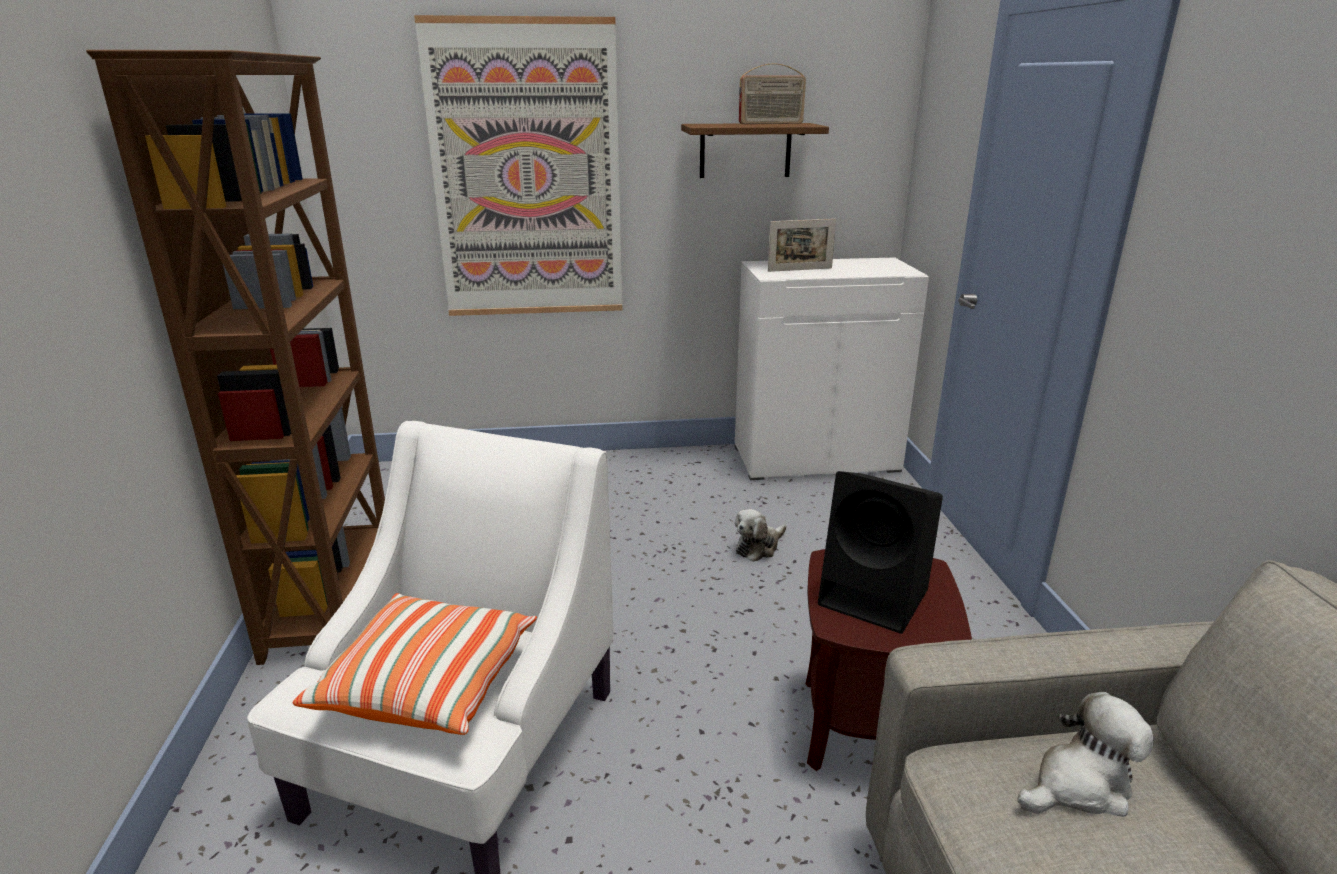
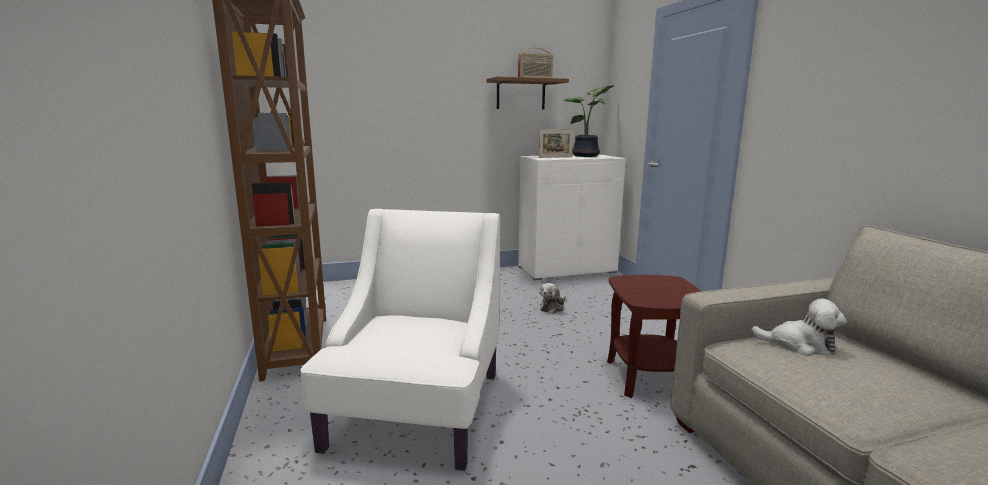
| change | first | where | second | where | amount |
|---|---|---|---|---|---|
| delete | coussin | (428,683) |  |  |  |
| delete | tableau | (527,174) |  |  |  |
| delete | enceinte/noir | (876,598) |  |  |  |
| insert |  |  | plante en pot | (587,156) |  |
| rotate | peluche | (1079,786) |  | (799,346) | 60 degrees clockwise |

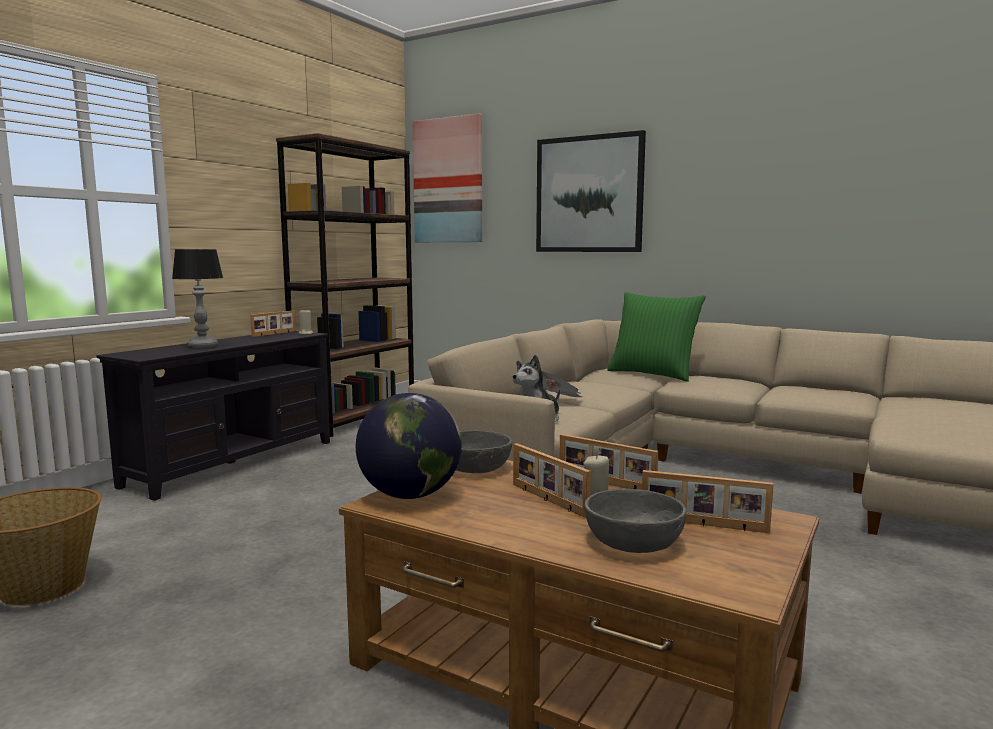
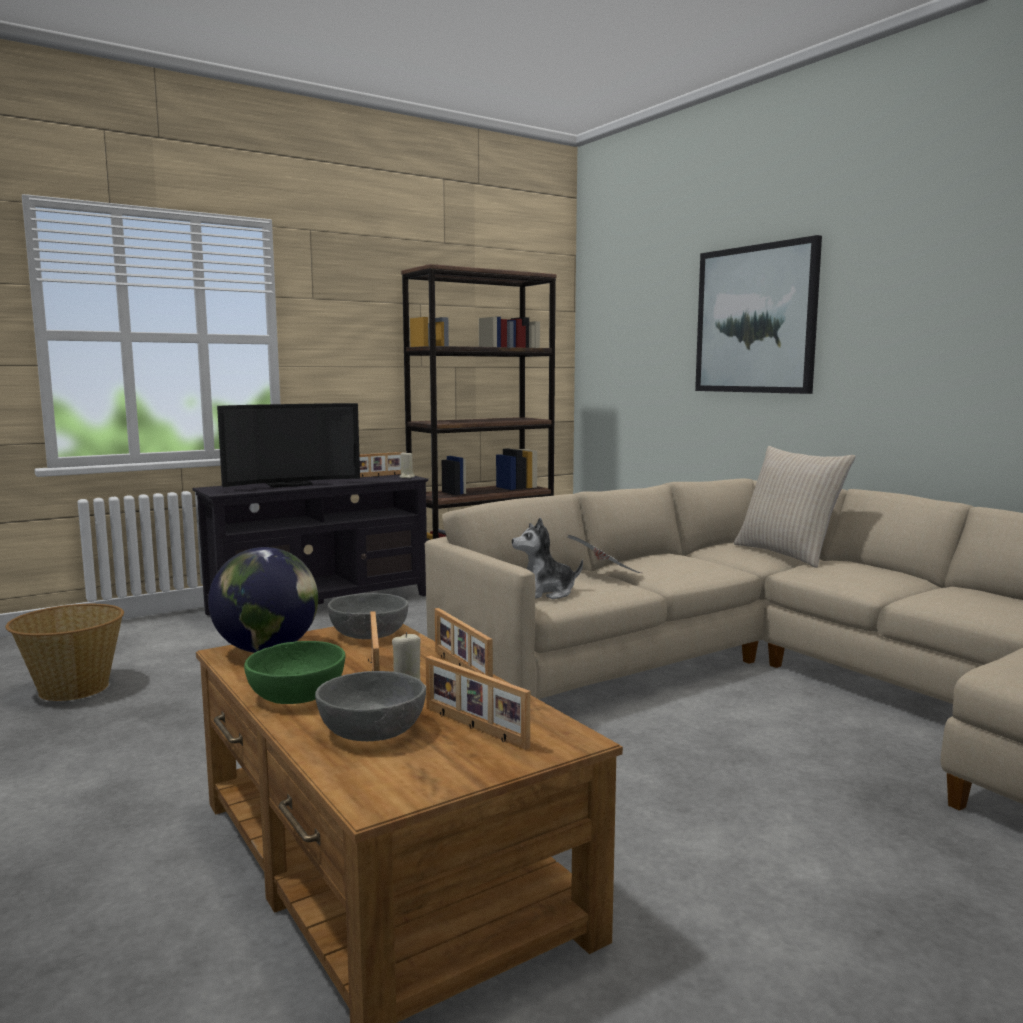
| change | first | where | second | where | amount |
|---|---|---|---|---|---|
| delete | tableau | (448,181) |  |  |  |
| insert |  |  | bol/vert | (297,694) |  |
| replace | lampe de table | (203,346) | téléviseur | (289,485) |  |
| recolor | coussin/vert | (653,374) | coussin/beige | (787,554) |  |

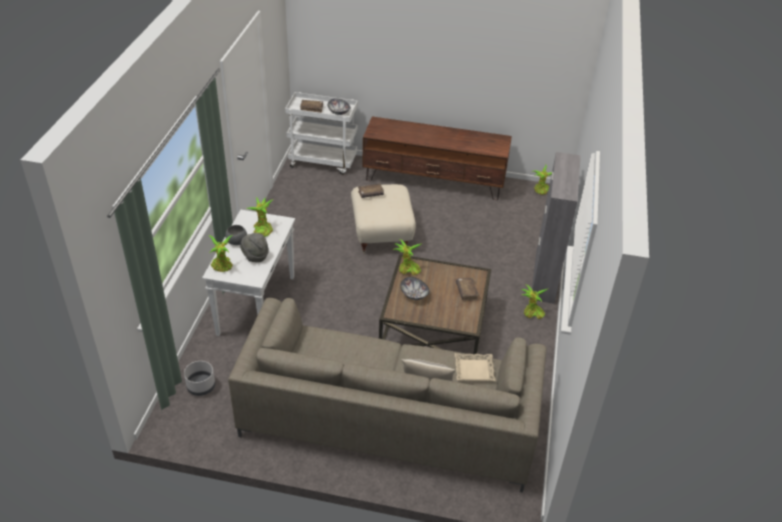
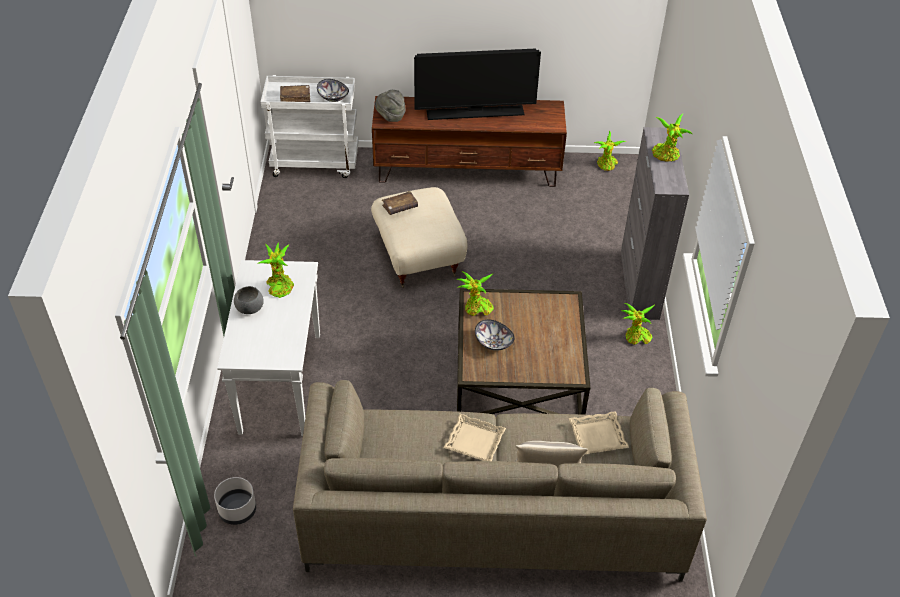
| change | first | where | second | where | amount |
|---|---|---|---|---|---|
| delete | livre/marron | (466,292) |  |  |  |
| insert |  |  | téléviseur | (475,112) |  |
| insert |  |  | plateau/beige | (474,442) |  |
| move | plante en pot | (222,266) |  | (666,155) |  |
| move | chapeau/gris | (255,256) |  | (390,116) |  |

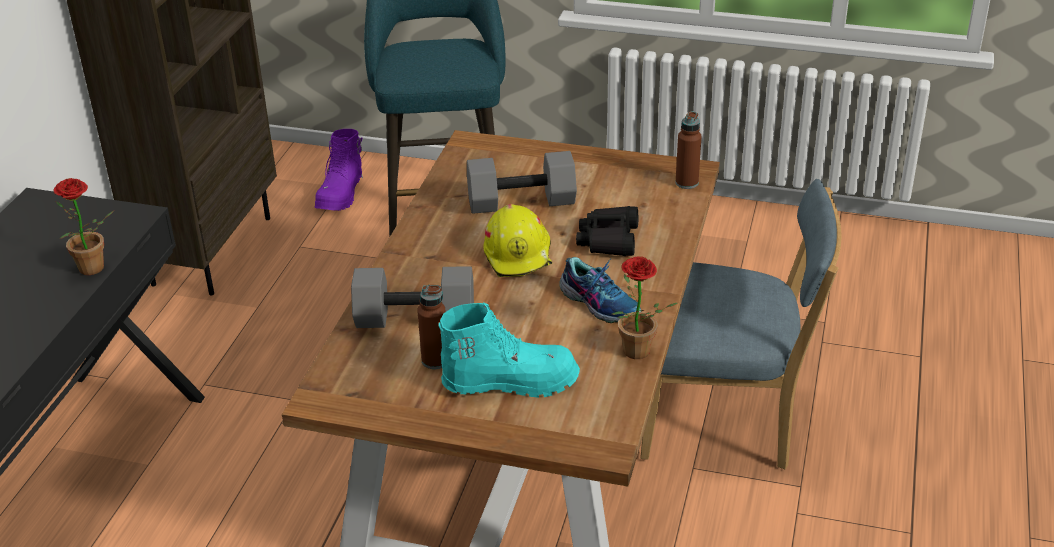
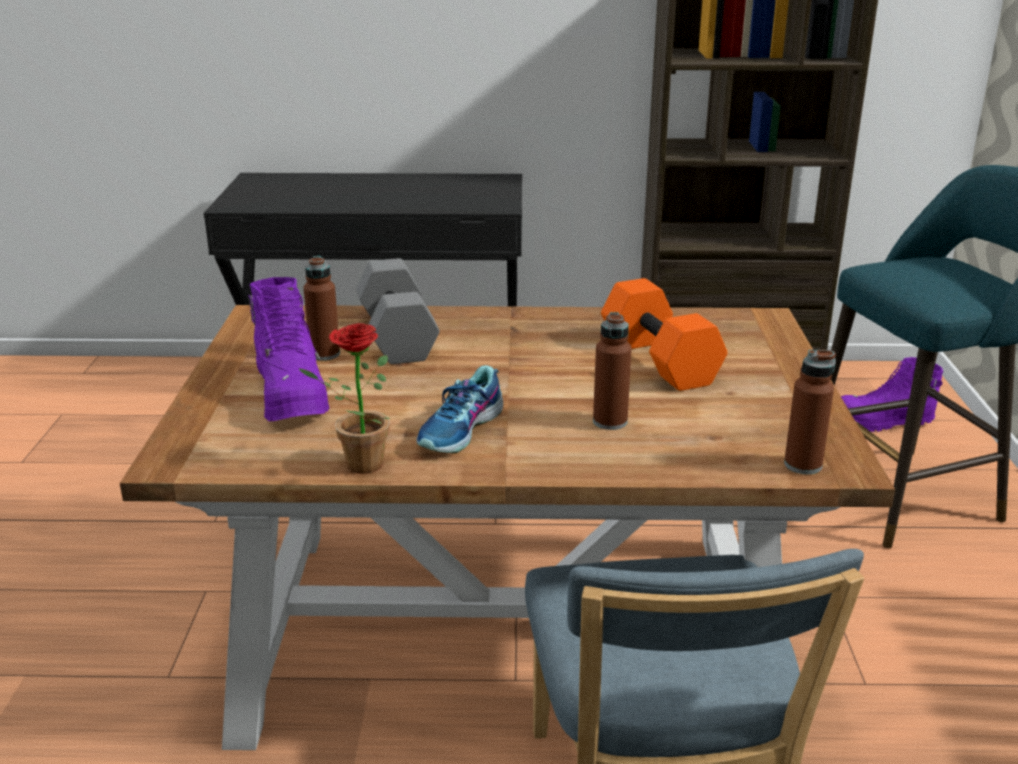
| change | first | where | second | where | amount |
|---|---|---|---|---|---|
| delete | plante en pot | (93,271) |  |  |  |
| delete | casque de chantier/jaune | (519,254) |  |  |  |
| replace | jumelles/noir | (609,239) | bouteille/marron | (610,422) |  |
| recolor | botte/turquoise | (510,382) | botte/violet | (291,395) |  |
| recolor | haltère/gris | (520,203) | haltère/orange | (656,360) |  |

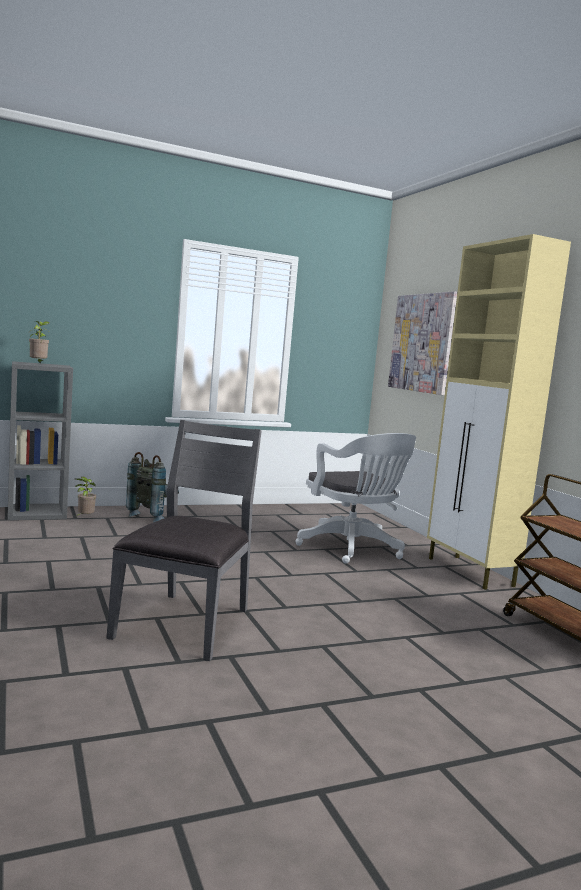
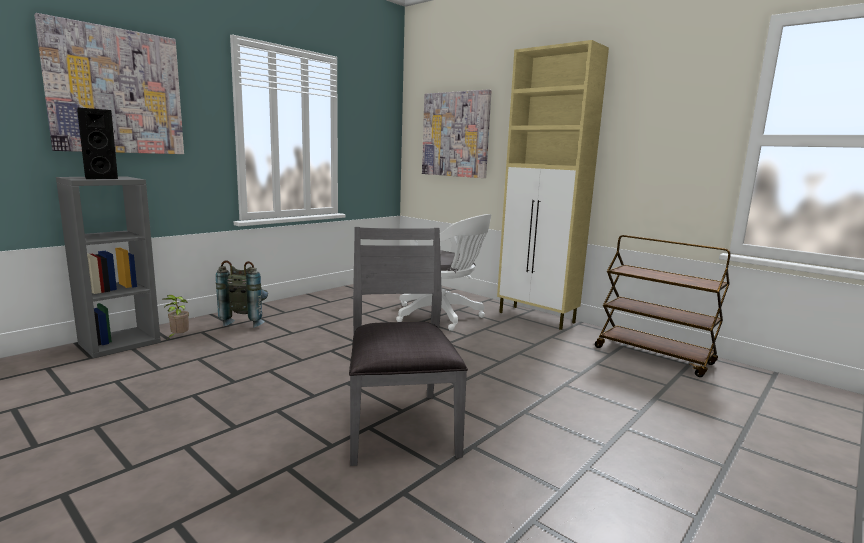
| change | first | where | second | where | amount |
|---|---|---|---|---|---|
| insert |  |  | tableau | (116,91) |  |
| replace | plante en pot | (38,364) | enceinte/noir | (99,178) |  |

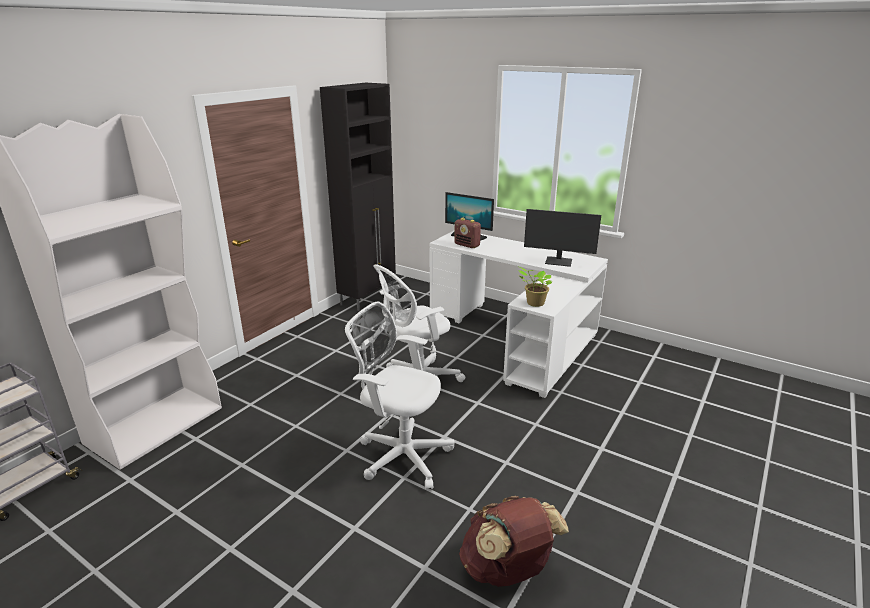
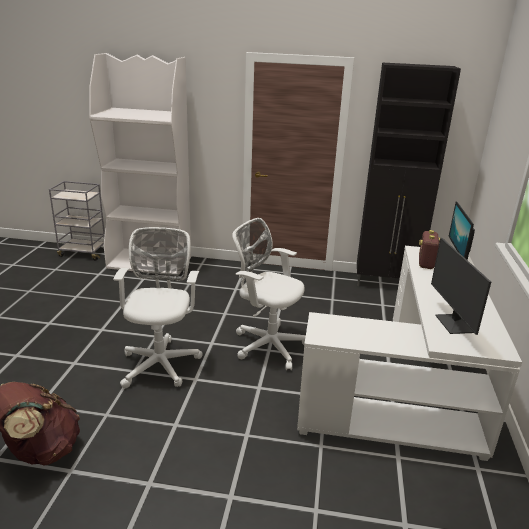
| change | first | where | second | where | amount |
|---|---|---|---|---|---|
| delete | plante en pot | (534,303) |  |  |  |

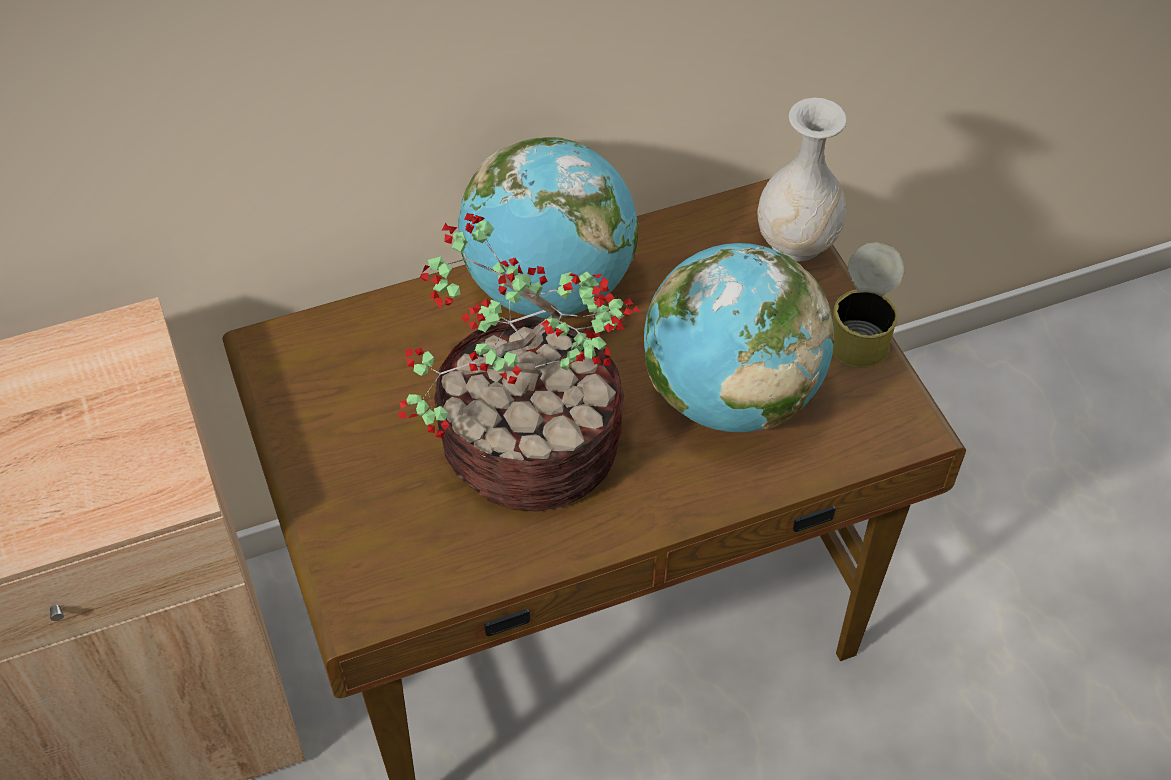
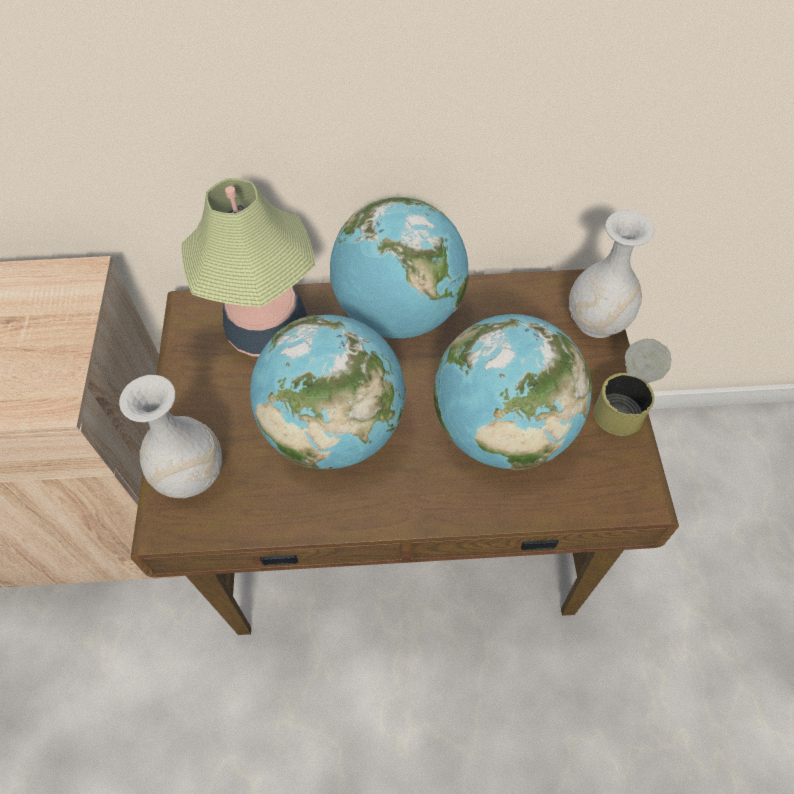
| change | first | where | second | where | amount |
|---|---|---|---|---|---|
| insert |  |  | vase/blanc | (192,476) |  |
| insert |  |  | lampe de table | (267,328) |  |
| replace | plante en pot | (524,447) | globe | (335,429) |  |

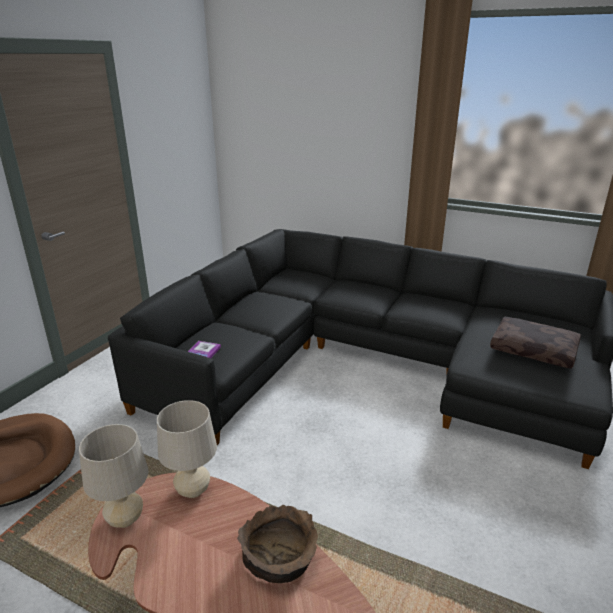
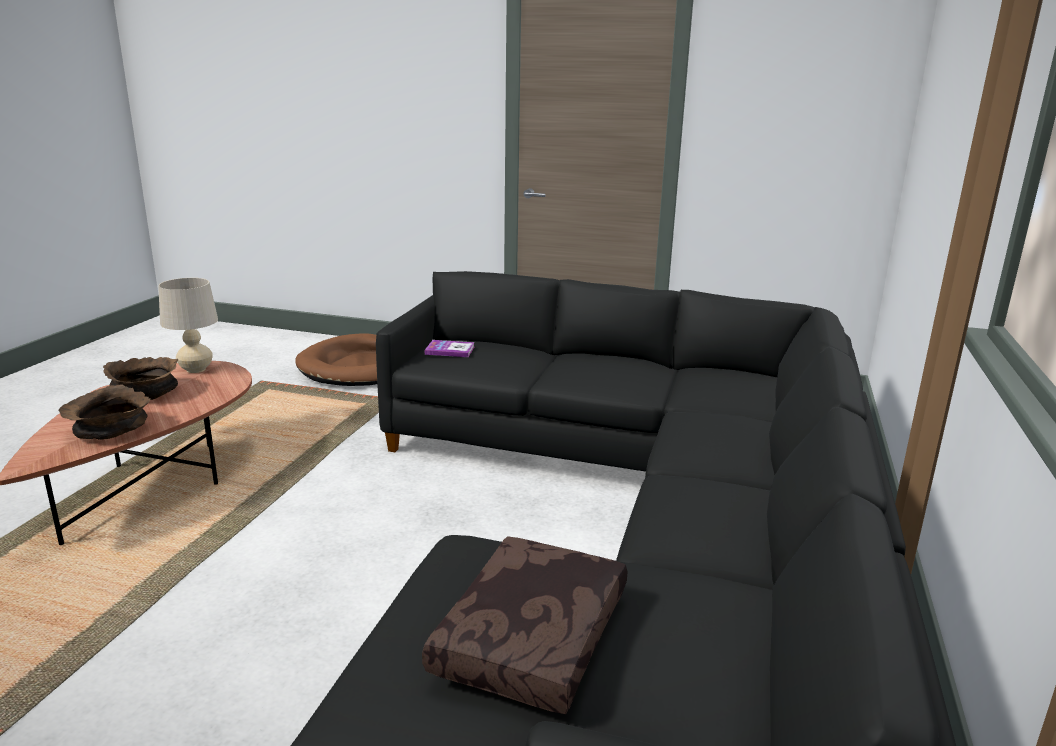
| change | first | where | second | where | amount |
|---|---|---|---|---|---|
| delete | lampe de table/beige | (193,490) |  |  |  |
| insert |  |  | bol/marron | (146,394) |  |

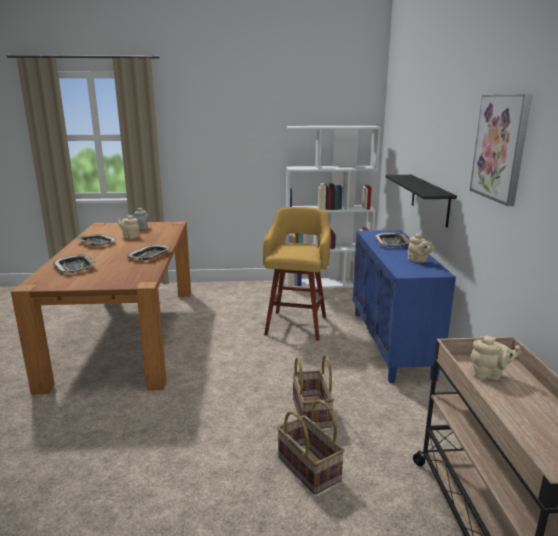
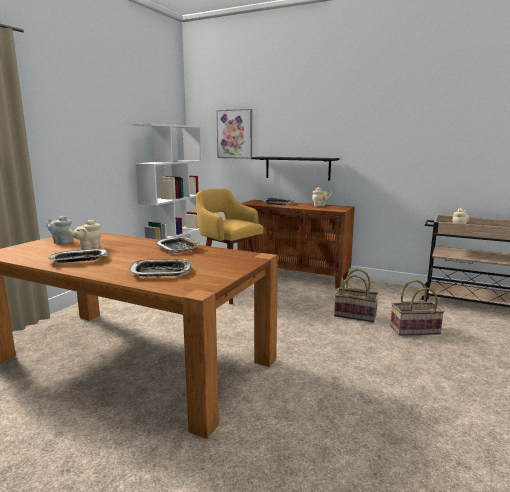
| change | first | where | second | where | amount |
|---|---|---|---|---|---|
| move | tableau | (500,147) |  | (235,134) |  |
| recolor | meuble de rangement/bleu | (392,344) | meuble de rangement/marron | (293,276) |  |

